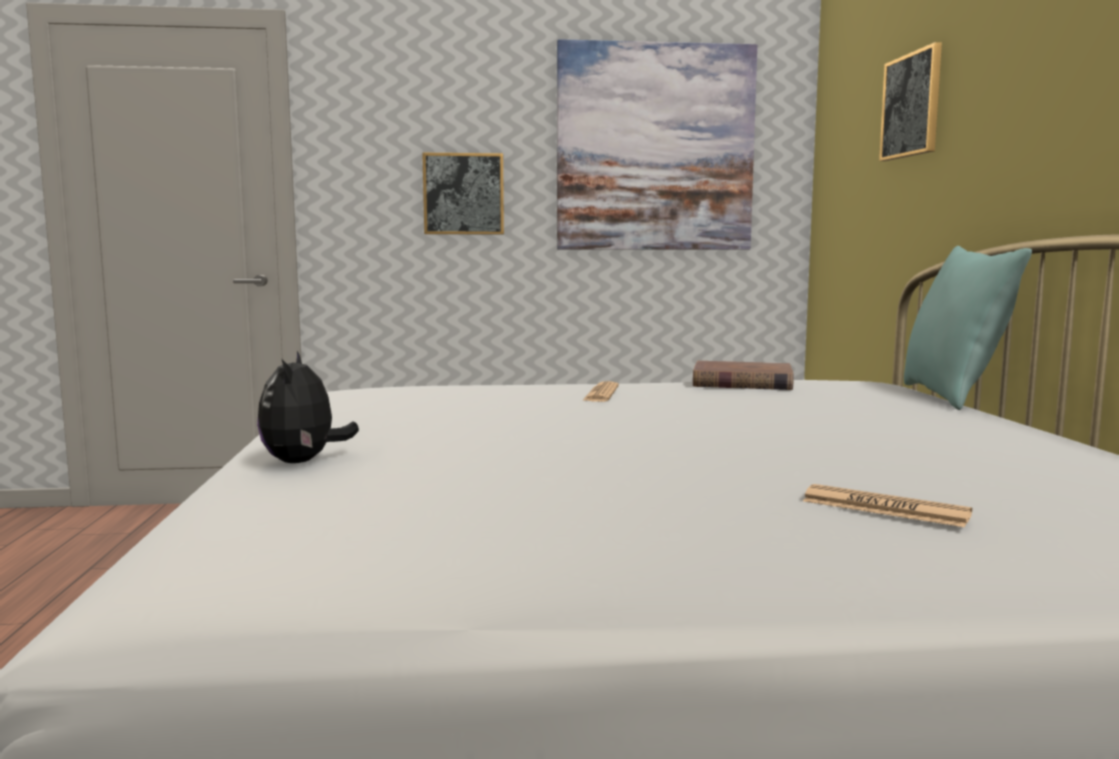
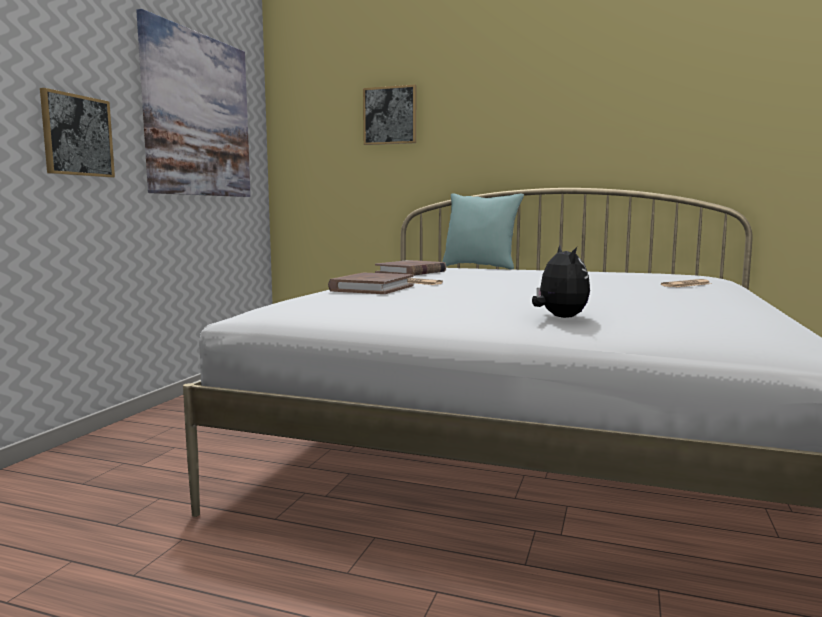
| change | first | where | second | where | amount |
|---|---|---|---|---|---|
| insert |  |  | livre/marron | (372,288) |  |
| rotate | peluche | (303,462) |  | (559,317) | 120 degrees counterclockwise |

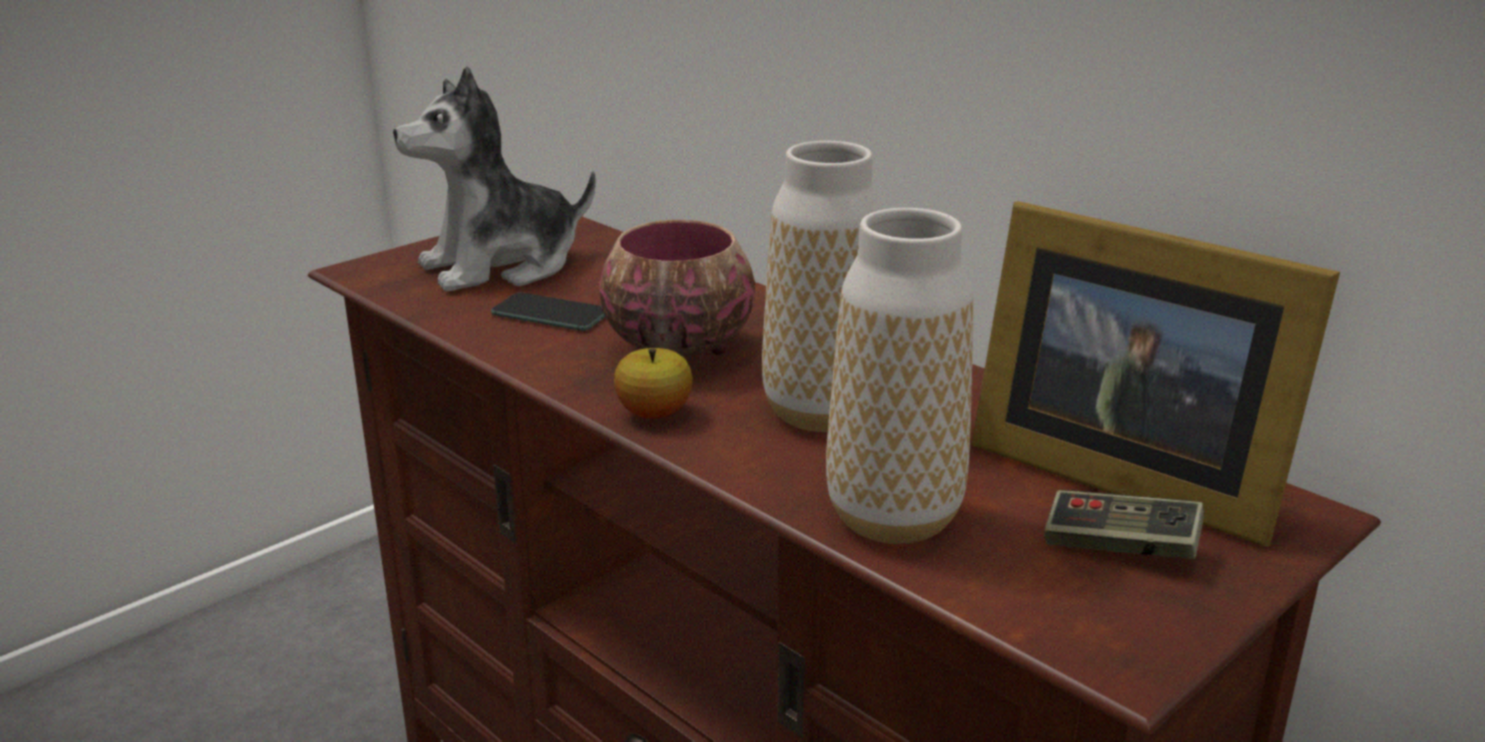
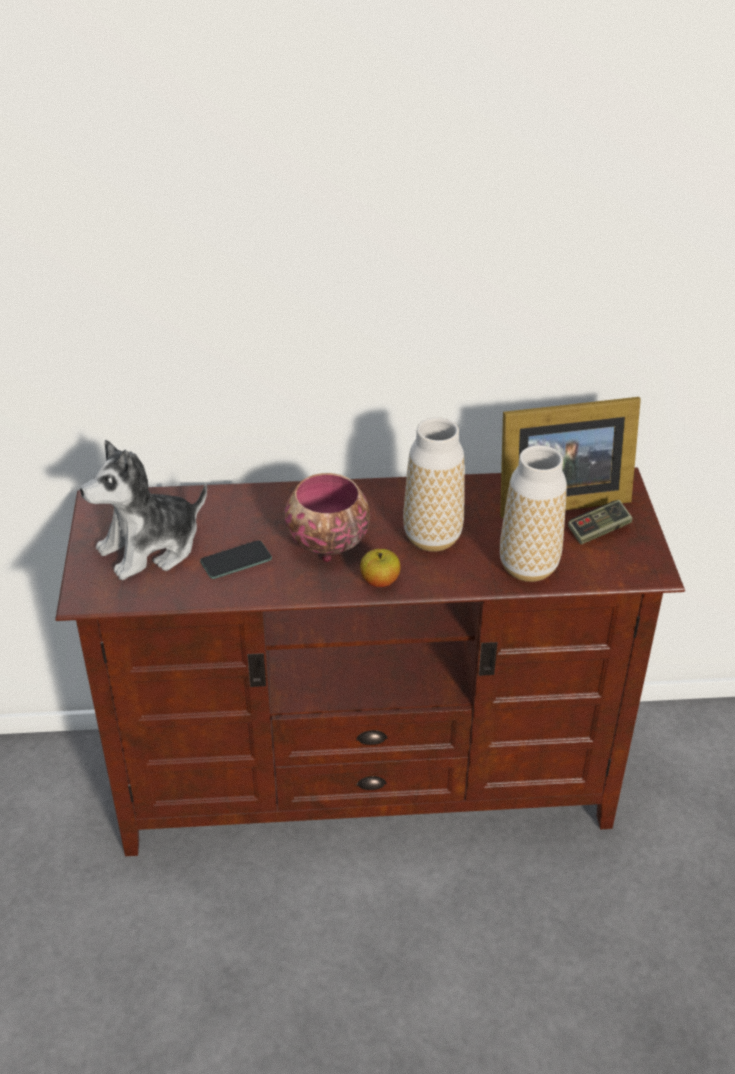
| change | first | where | second | where | amount |
|---|---|---|---|---|---|
| rotate | peluche | (501,266) |  | (150,548) | 45 degrees clockwise |

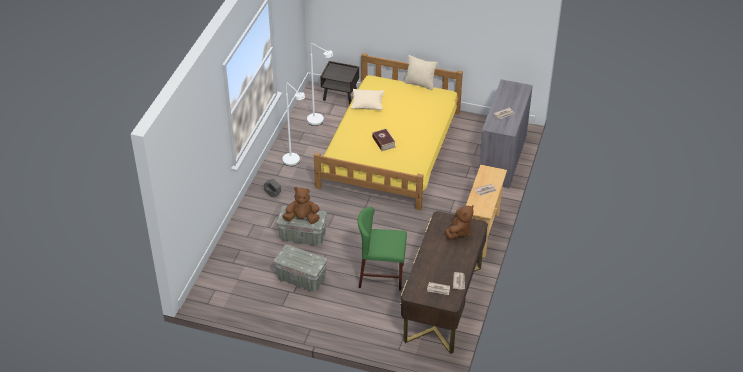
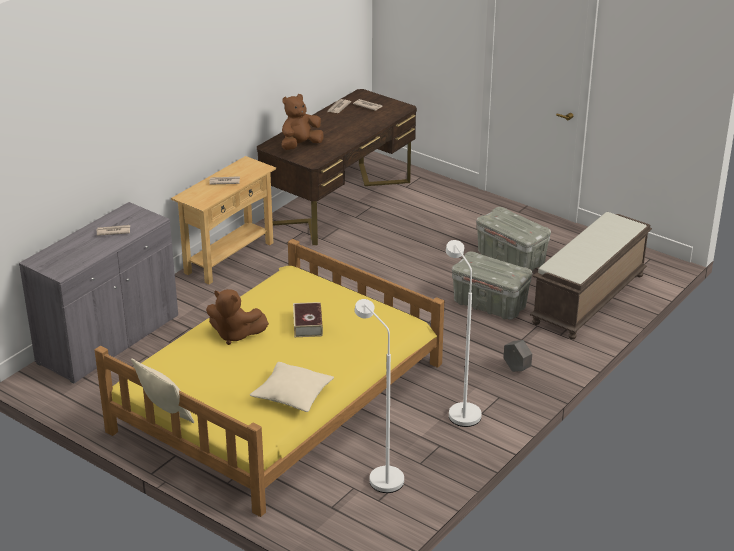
| change | first | where | second | where | amount |
|---|---|---|---|---|---|
| delete | table de chevet/marron | (340,97) |  |  |  |
| delete | chaise/vert | (381,275) |  |  |  |
| insert |  |  | banc/marron | (589,299) |  |
| move | peluche/marron | (302,219) |  | (235,335) |  |

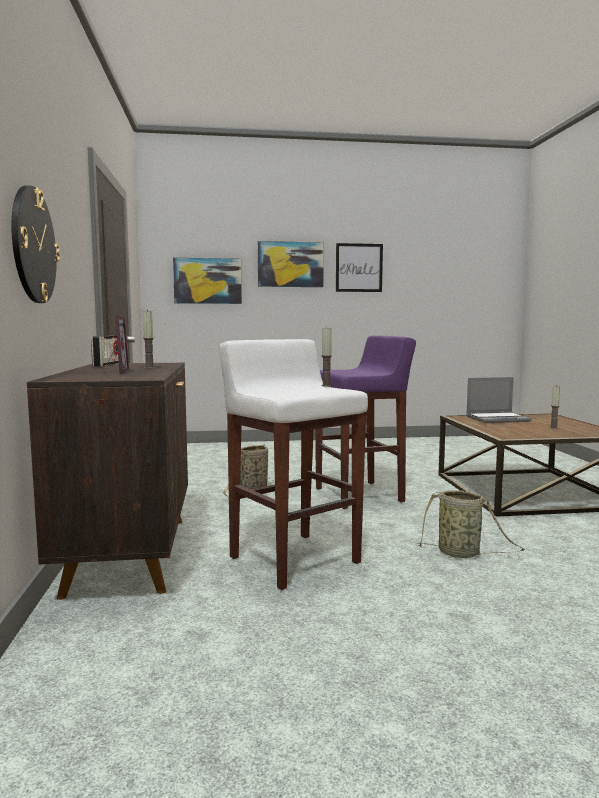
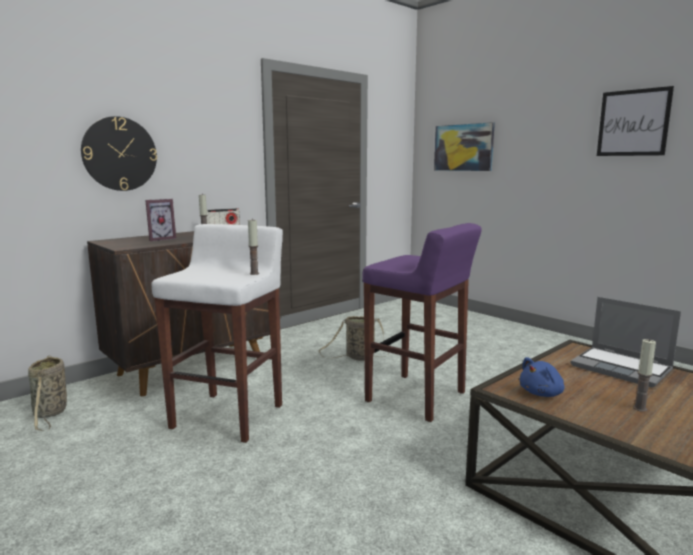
| change | first | where | second | where | amount |
|---|---|---|---|---|---|
| delete | tableau | (290,264) |  |  |  |
| insert |  |  | peluche/bleu | (542,393) |  |
| move | panier | (461,554) |  | (50,414) |  |

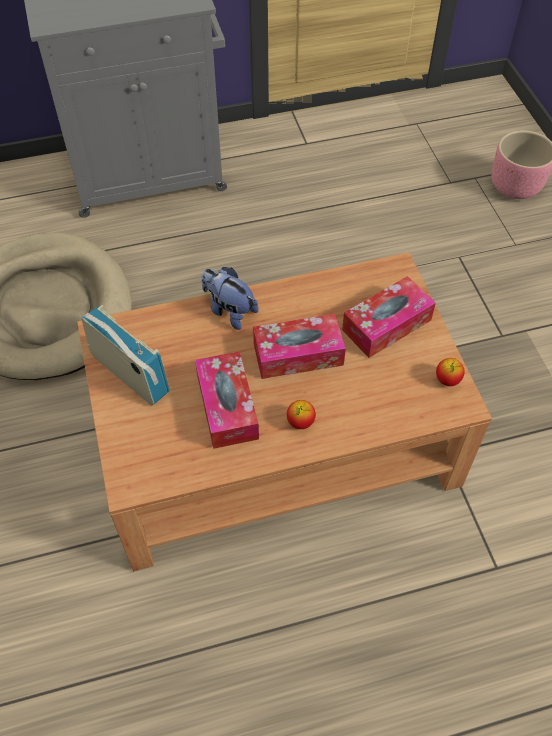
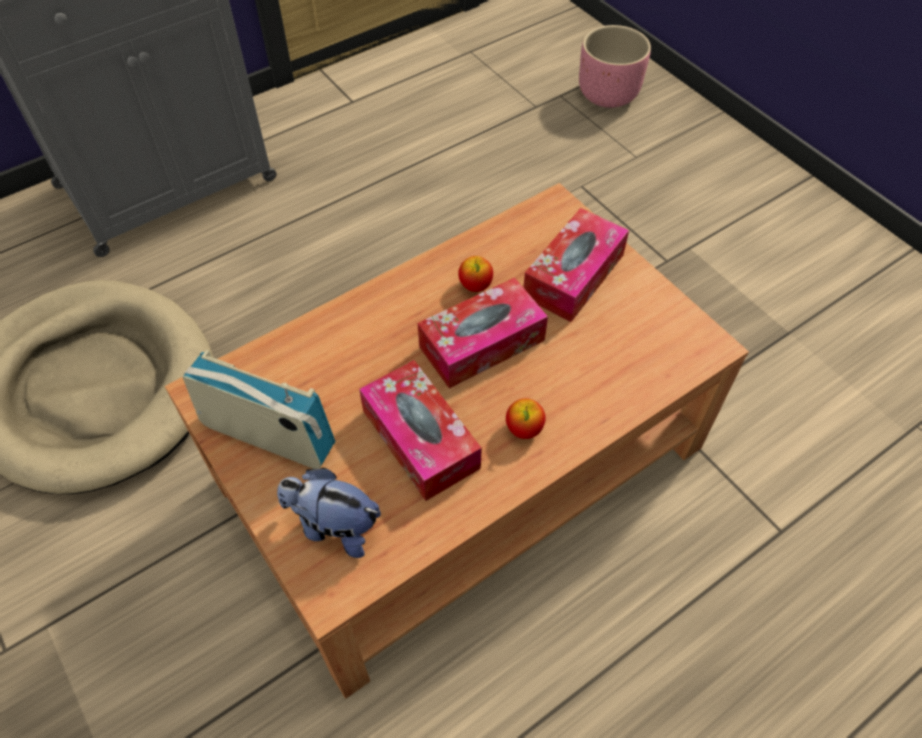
| change | first | where | second | where | amount |
|---|---|---|---|---|---|
| move | peluche | (229,311) |  | (334,526) |  |
| move | pomme | (447,380) |  | (475,286) |  |

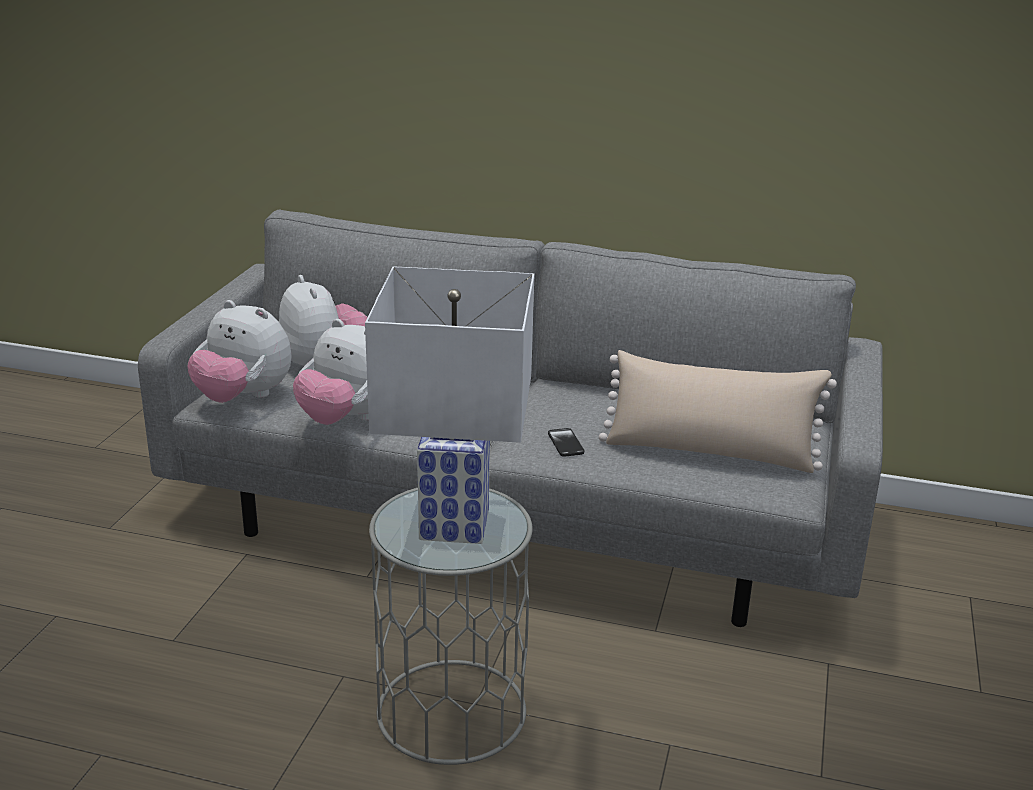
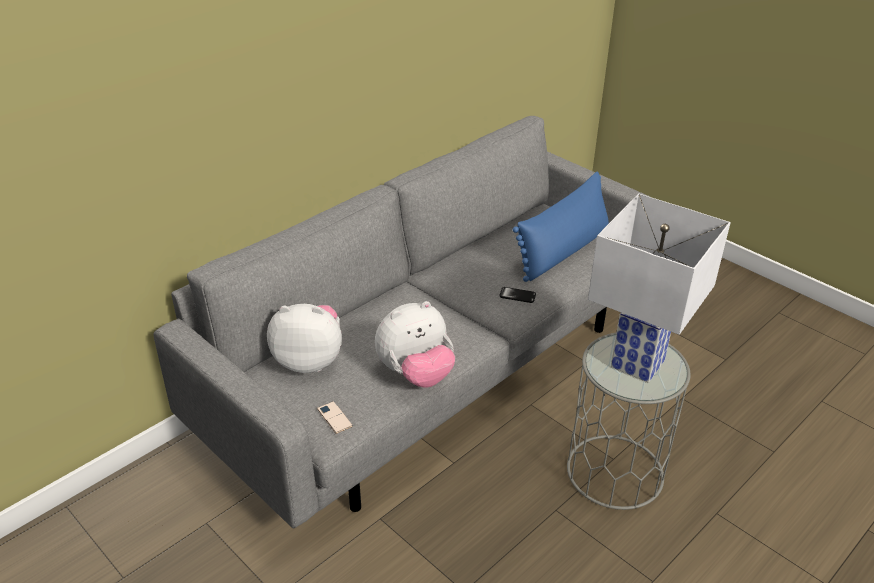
| change | first | where | second | where | amount |
|---|---|---|---|---|---|
| replace | peluche | (243,397) | téléphone | (334,417) |  |
| recolor | coussin/beige | (710,452) | coussin/bleu | (563,251) |  |

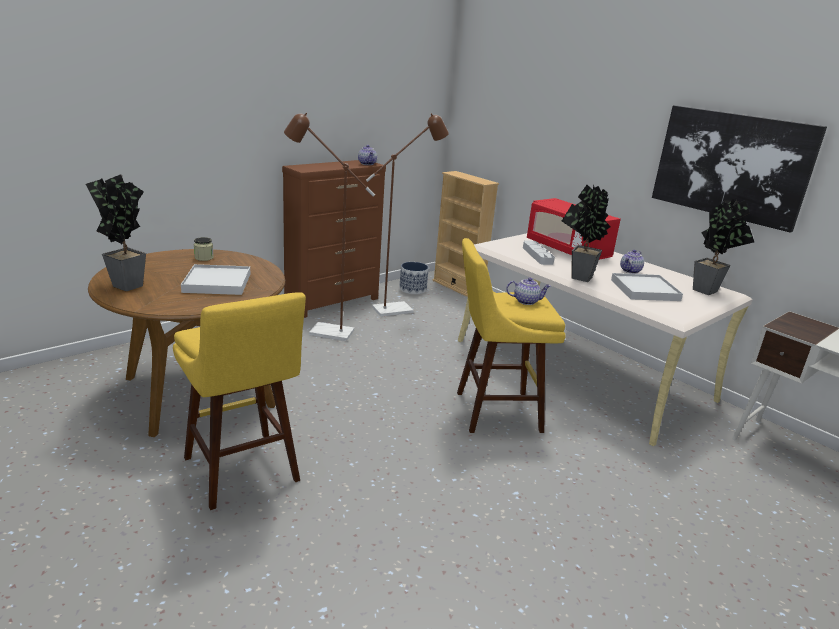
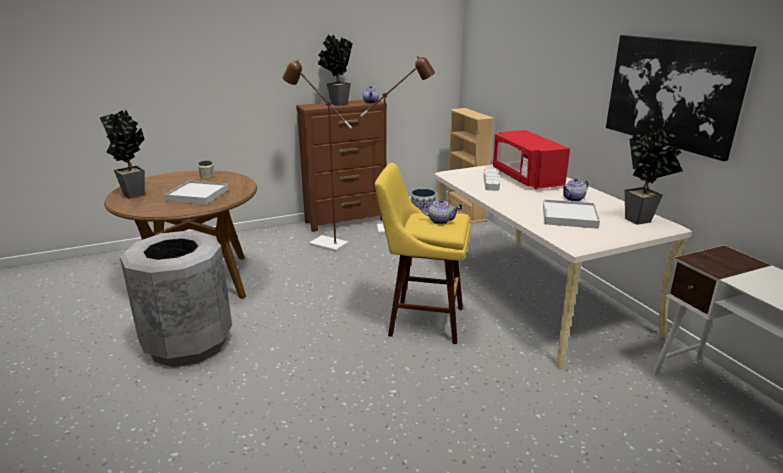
| change | first | where | second | where | amount |
|---|---|---|---|---|---|
| move | plante en pot | (578,278) |  | (336,104) |  |
| replace | tabouret/jaune | (243,472) | poubelle/gris | (188,344) |  |

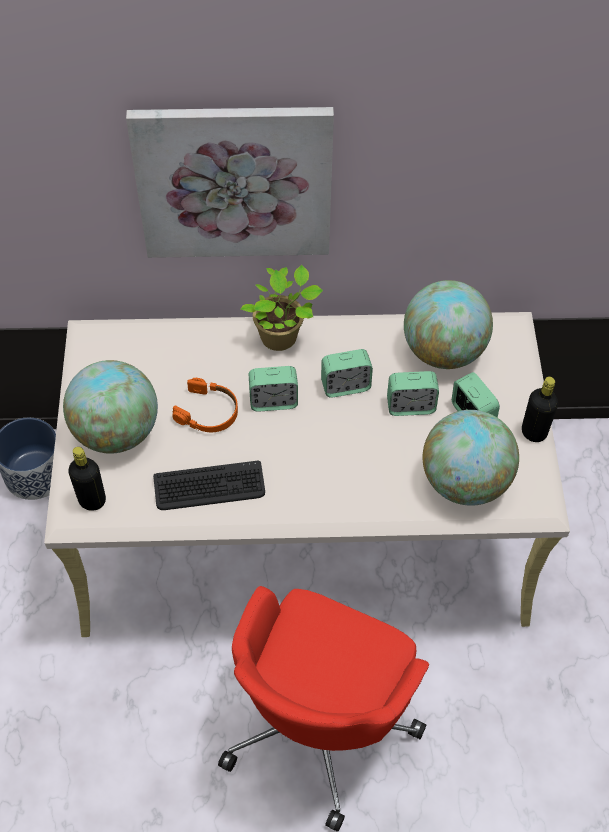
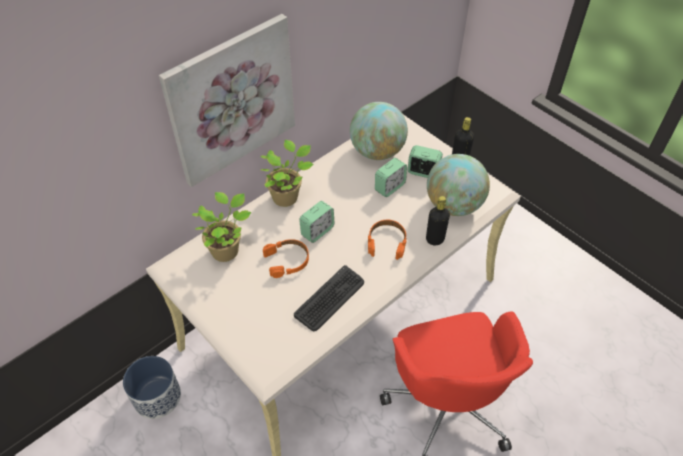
| change | first | where | second | where | amount |
|---|---|---|---|---|---|
| delete | globe | (116,432) |  |  |  |
| delete | réveil | (345,386) |  |  |  |
| insert |  |  | plante en pot | (227,250) |  |
| insert |  |  | casque audio/orange | (387,242) |  |
| move | bouteille/noir | (92,500) |  | (435,239) |  |

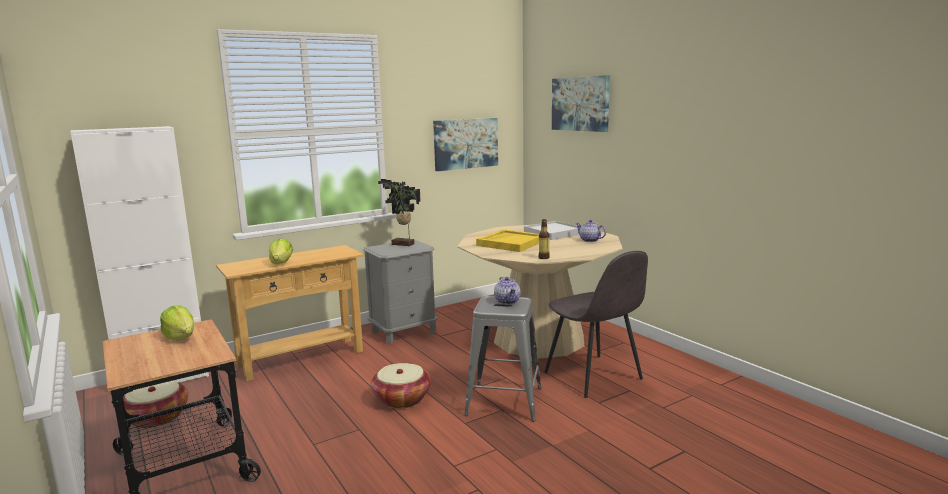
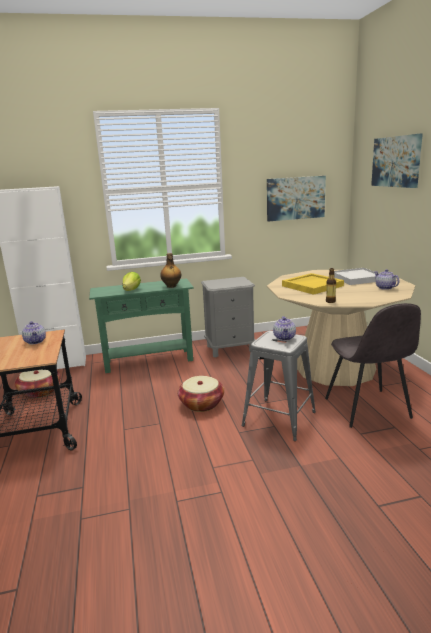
| change | first | where | second | where | amount |
|---|---|---|---|---|---|
| delete | plante en pot | (402,244) |  |  |  |
| insert |  |  | bouteille | (171,286) |  |
| replace | laitue | (181,337) | théière | (35,341) |  |
| recolor | table console/beige | (301,358) | table console/vert | (148,361) |  |

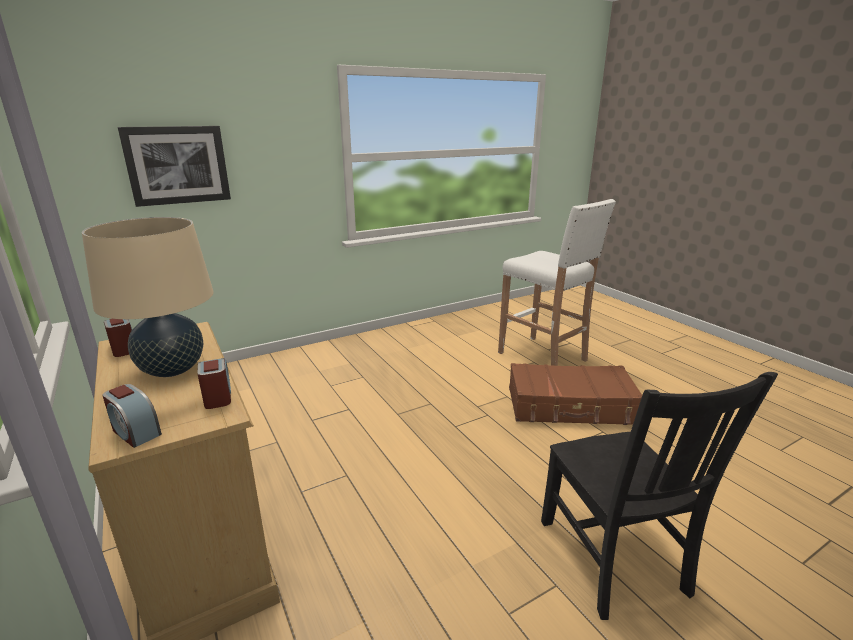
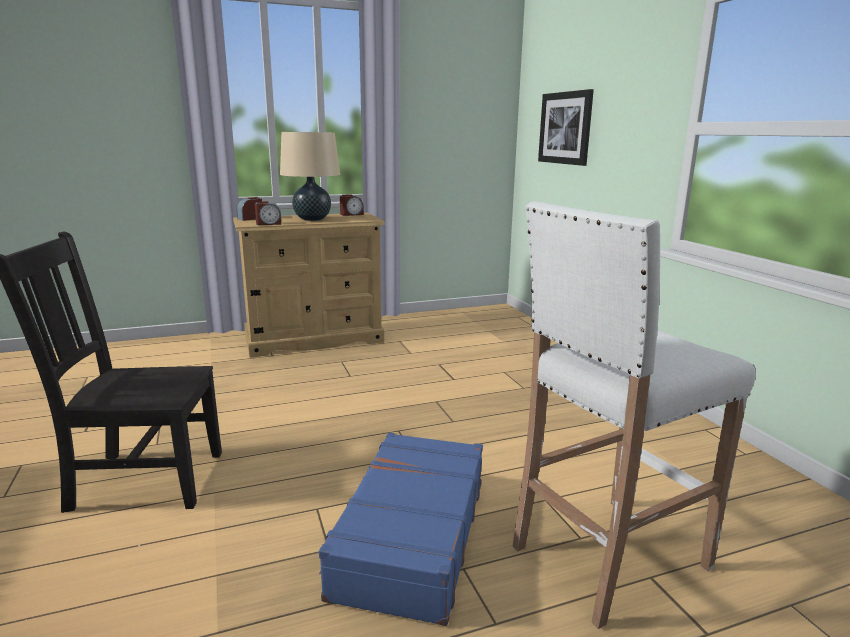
| change | first | where | second | where | amount |
|---|---|---|---|---|---|
| recolor | valise/marron | (570,406) | valise/bleu | (410,536) |  |

